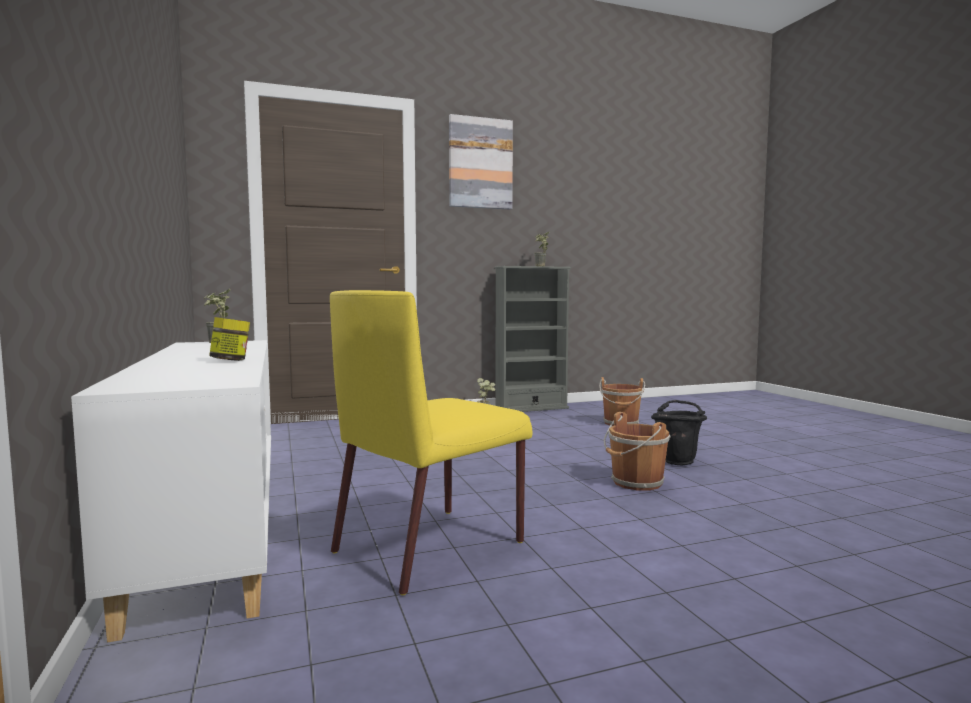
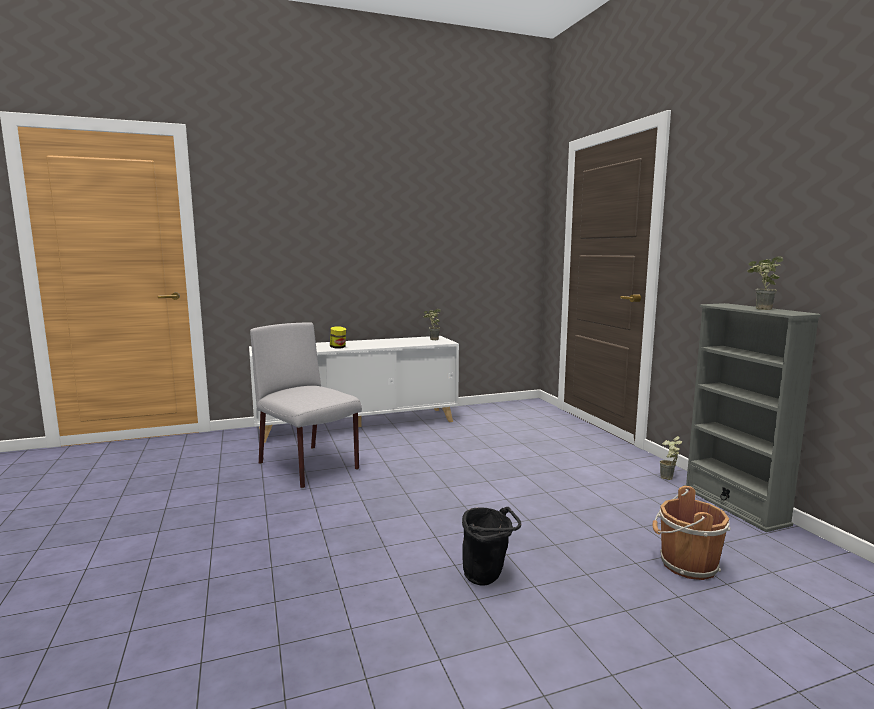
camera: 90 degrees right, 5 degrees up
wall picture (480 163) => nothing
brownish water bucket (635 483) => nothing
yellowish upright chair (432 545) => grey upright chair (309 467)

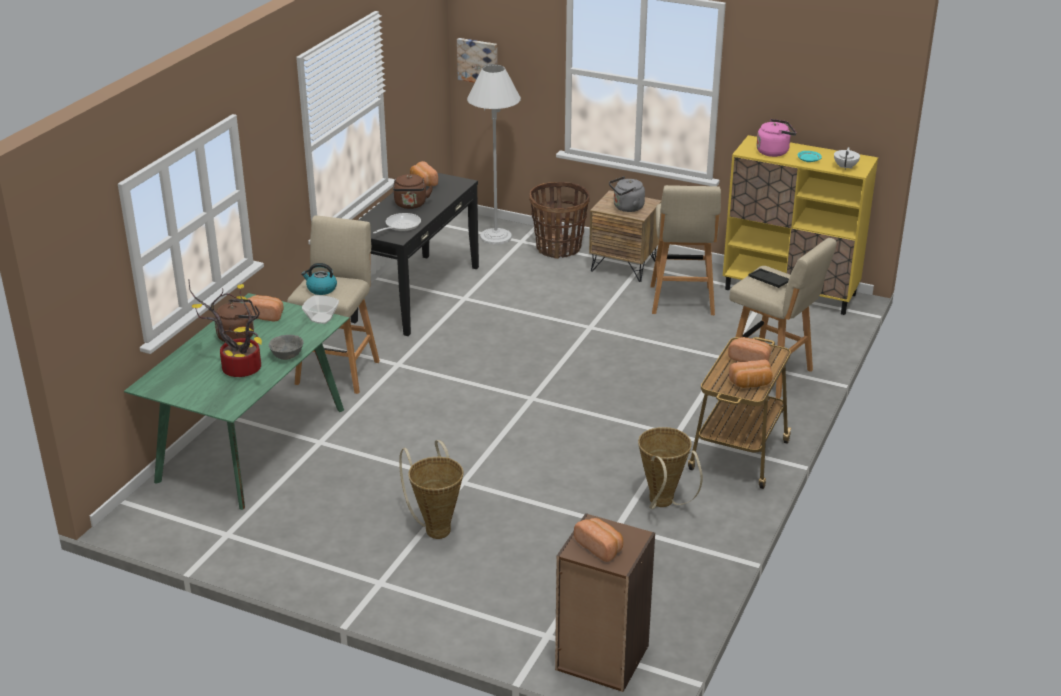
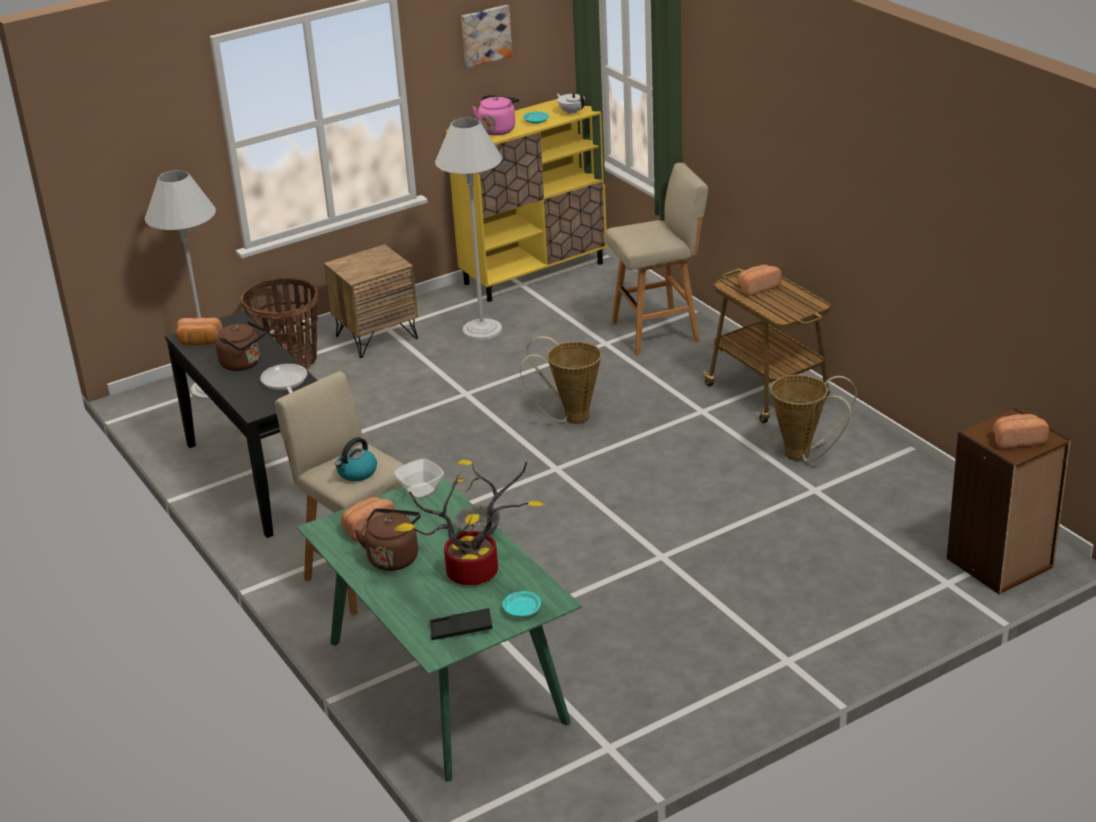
camera: 55 degrees left, 0 degrees up
grey water kettle (626 208) => nothing
baked bread (751 384) => nothing
nothing => blue-green plate (522 609)
household basket (436 527) => household basket (570 417), relocated
wall picture (478 61) => wall picture (485 35), relocated
black carrying tray (768 281) => black carrying tray (461 628), relocated
sand-coloured stool seat (682 302) => white-coloured floor lamp (482 330)

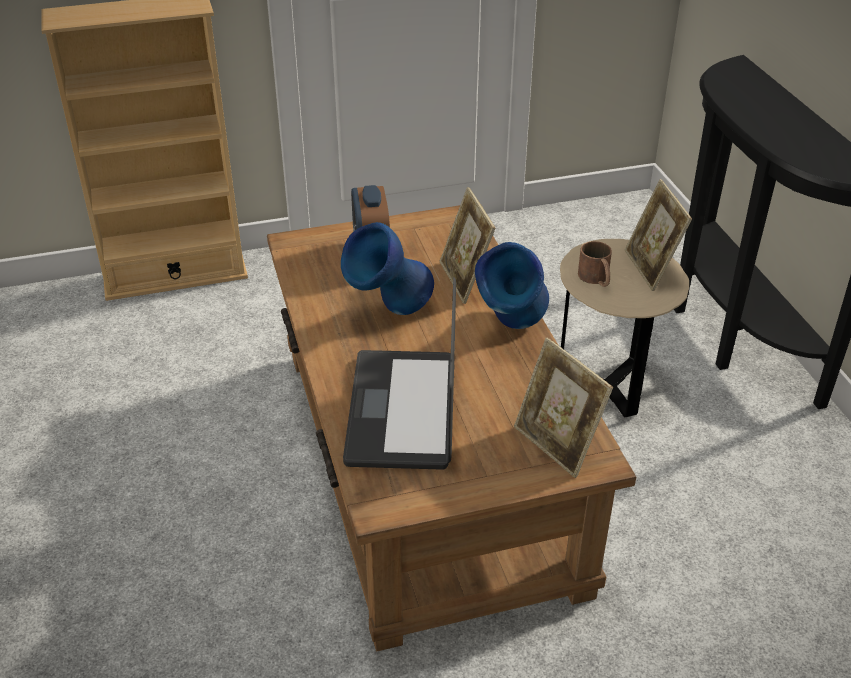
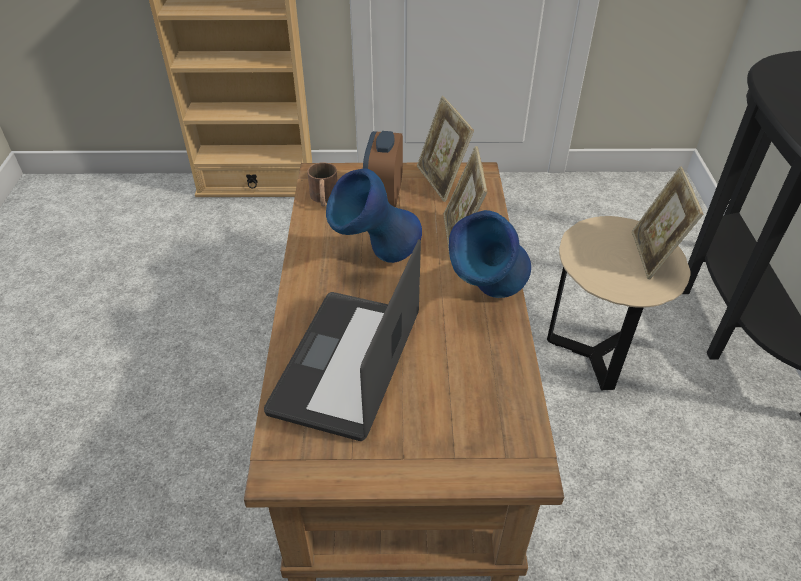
camera: 15 degrees right, 5 degrees up
photo frame (557 445) => photo frame (441 181), relocated
brownish coffee mug (596 279) => brownish coffee mug (324 198), relocated

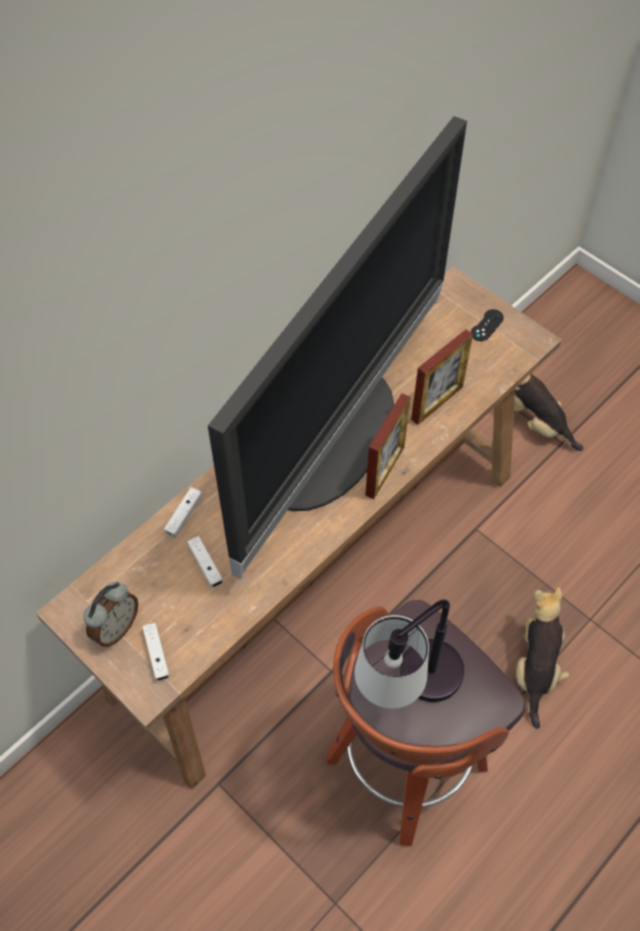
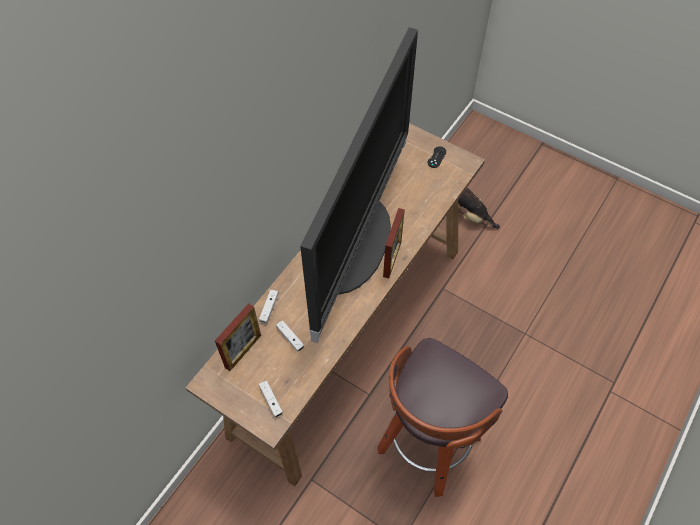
camera: 10 degrees left, 0 degrees up
alarm clock (116 628) => nothing
table lamp (409 692) => nothing
cuddly toy (536 667) => nothing
photo frame (437 403) => photo frame (243 351), relocated

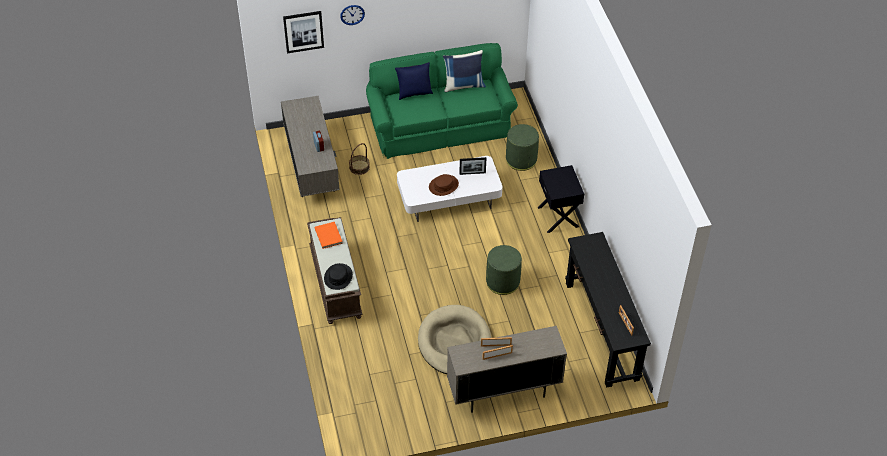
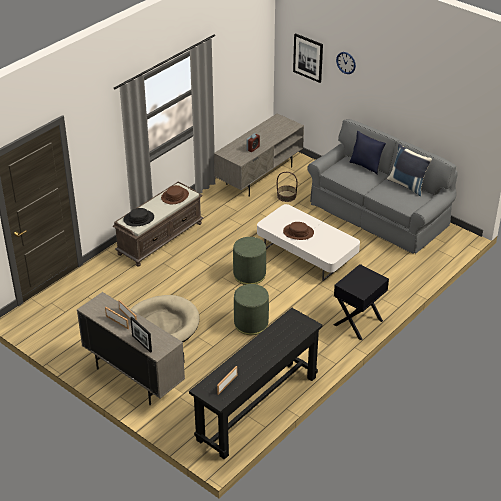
camera: 55 degrees right, 10 degrees down
photo frame (472 173) => photo frame (142 343), relocated
green footrest (521 159) => green footrest (249 275), relocated
orange-coloured volume (329 236) => brownish wearable hat (175 196)
green sofa (440 126) => grey sofa (378 214)

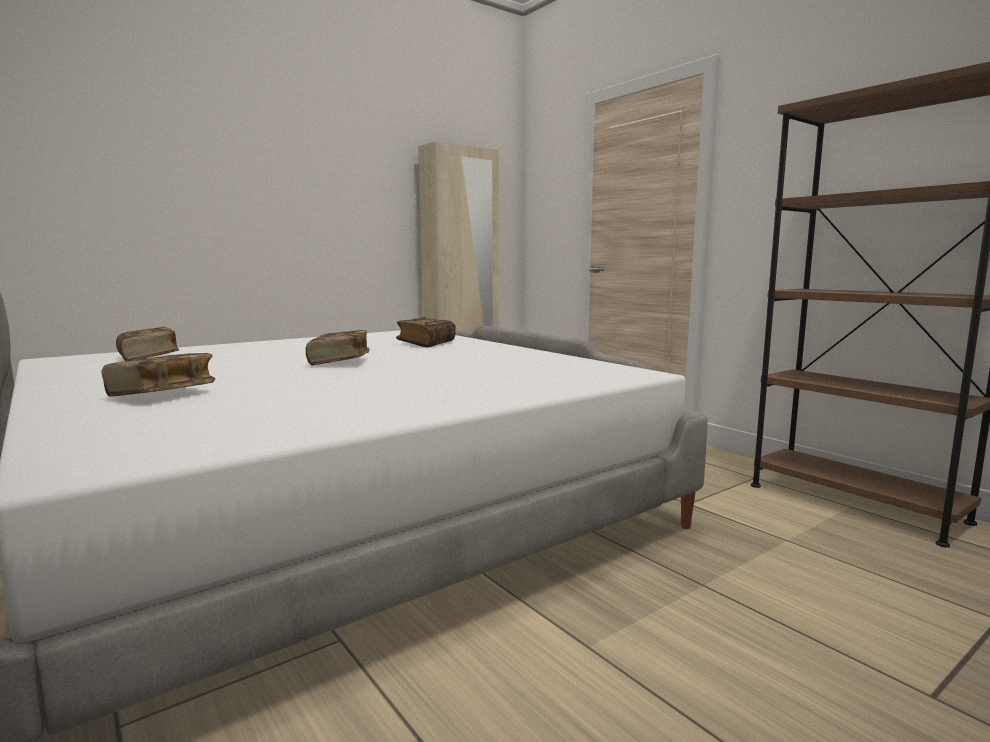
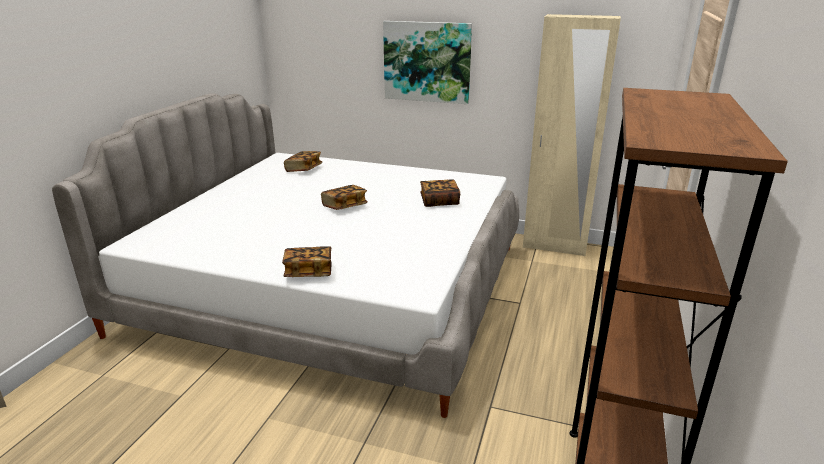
camera: 55 degrees right, 15 degrees up
nothing => wall picture (427 62)
volume (162 395) => volume (309 272), relocated

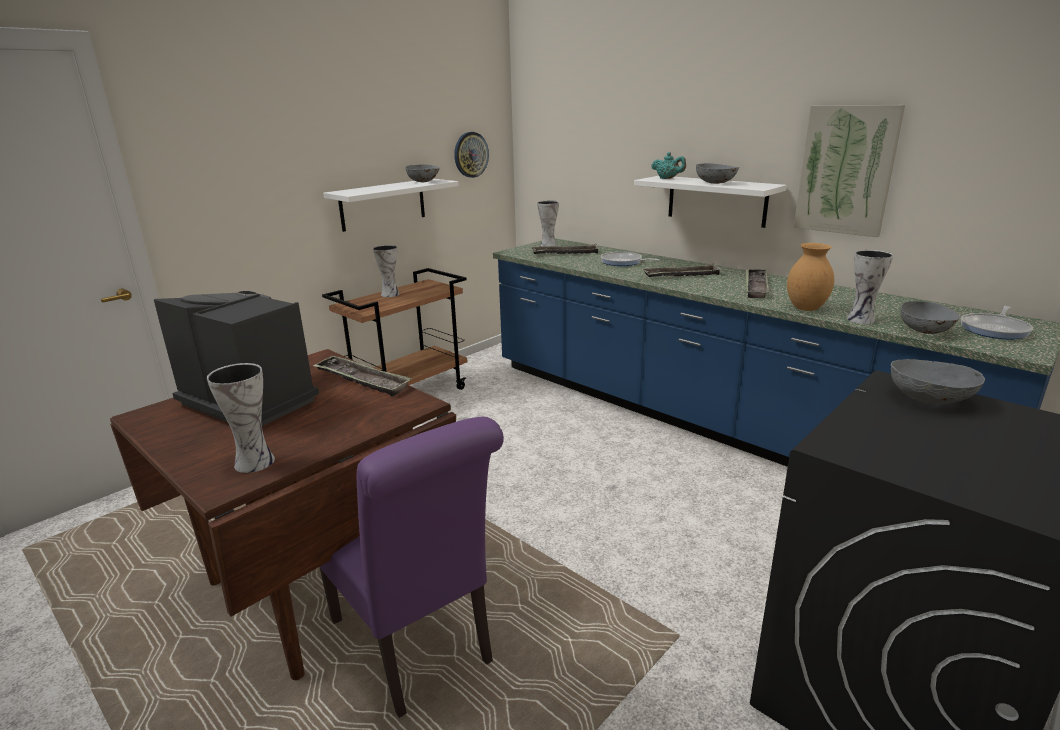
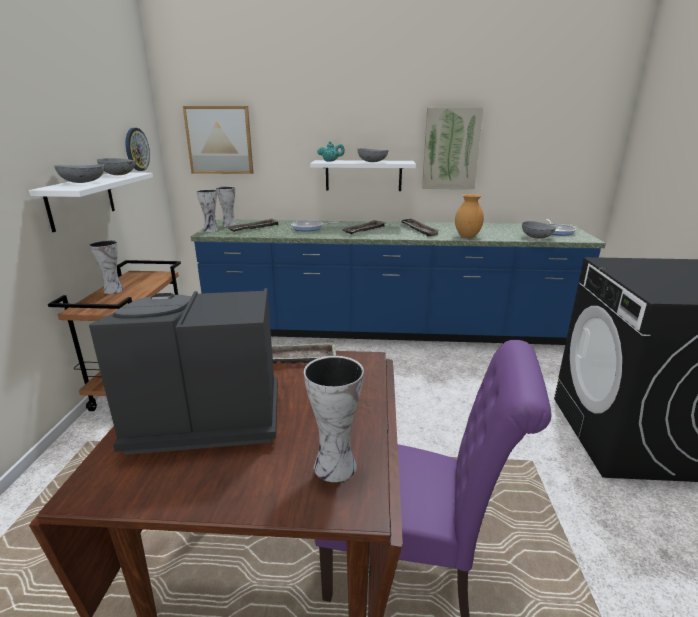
camera: 40 degrees left, 0 degrees up
nothing => wall picture (219 140)
decorative vase (862 320) => decorative vase (212 230), relocated
grey serving bowl (929 399) => grey serving bowl (83 182), relocated

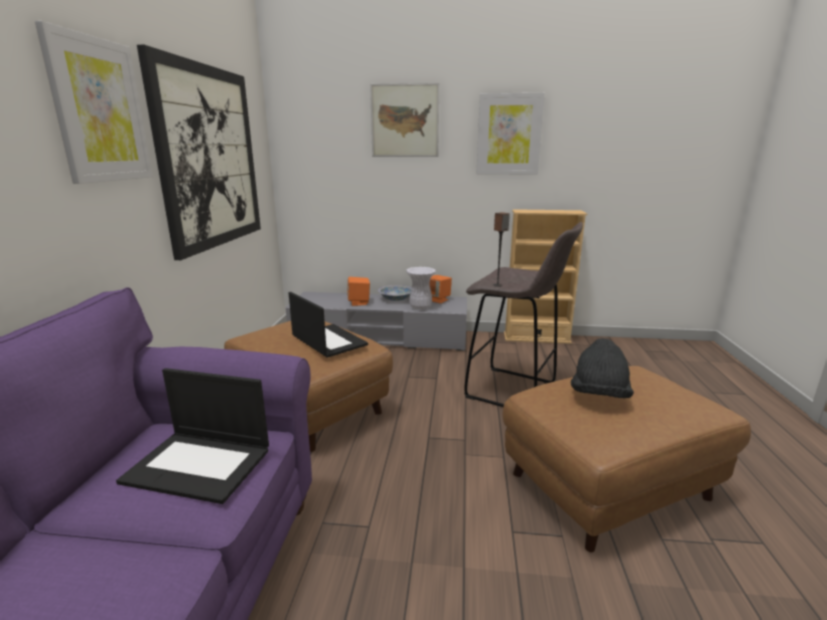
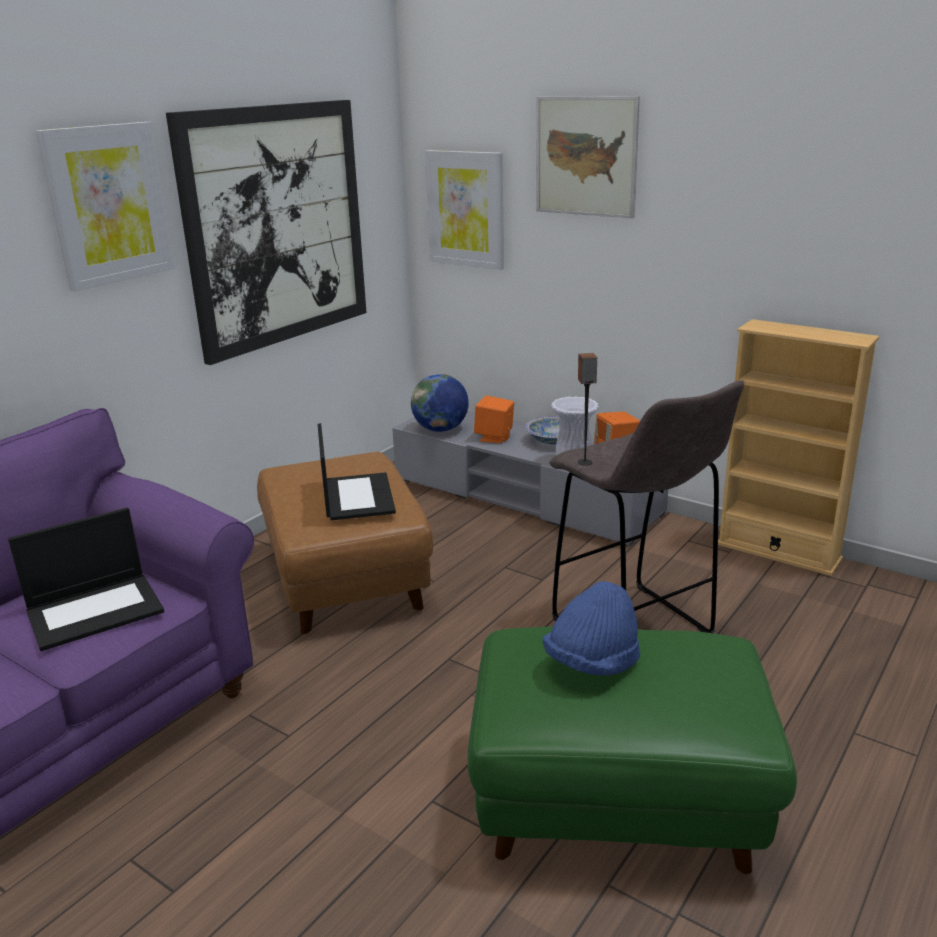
camera: 30 degrees right, 5 degrees up
nothing => world globe (440 429)
wall picture (509 134) => wall picture (465 209), relocated
brownish footrest (609 486) => green footrest (616 800)
black wearable hat (599 396) => blue wearable hat (592 663)
notebook computer (200 465) => notebook computer (96 610), 75 degrees counterclockwise

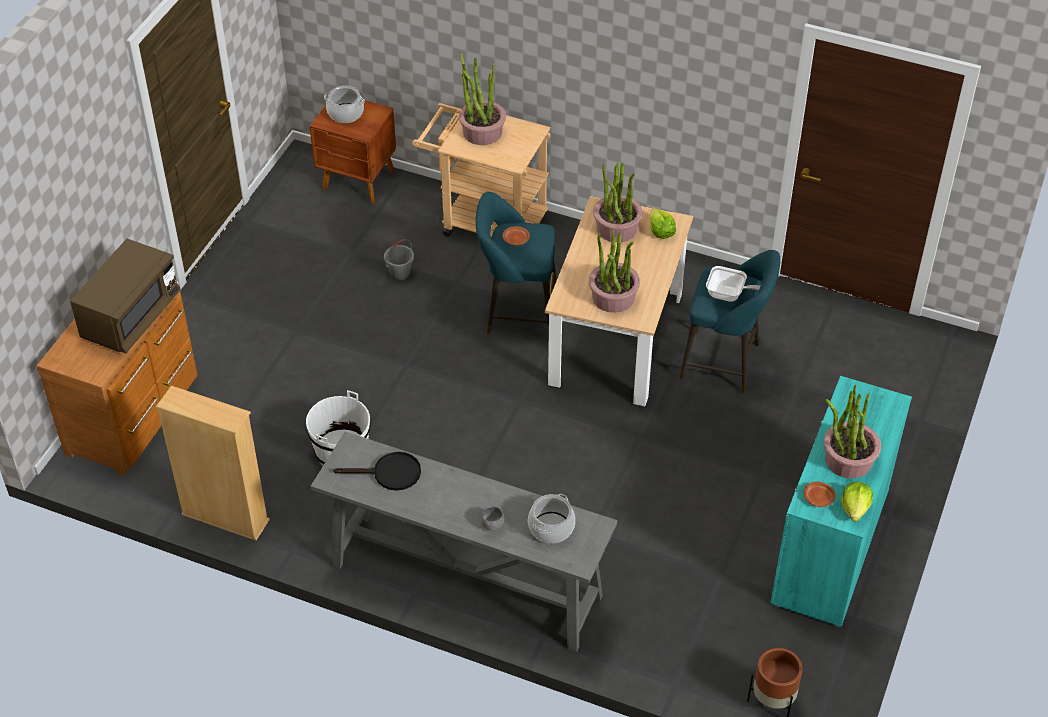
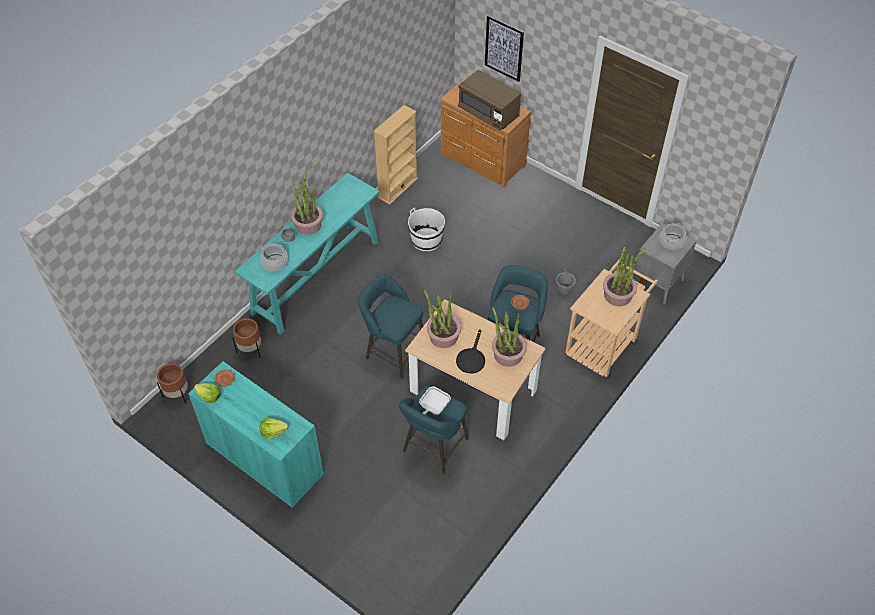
camera: 105 degrees right, 5 degrees up
nothing => brownish flower pot (251 349)
nothing => blue-green stool seat (393 351)
nothing => wall picture (504 48)
black skillet (390 474) => black skillet (471 358), relocated
lettuce (660 231) => lettuce (273 431), relocated
plant in a pot (848 460) => plant in a pot (308 224), relocated
brownish nightstand (359 181) => grey nightstand (657 283)
grey hall table (464 580) => blue-green hall table (317 276)

